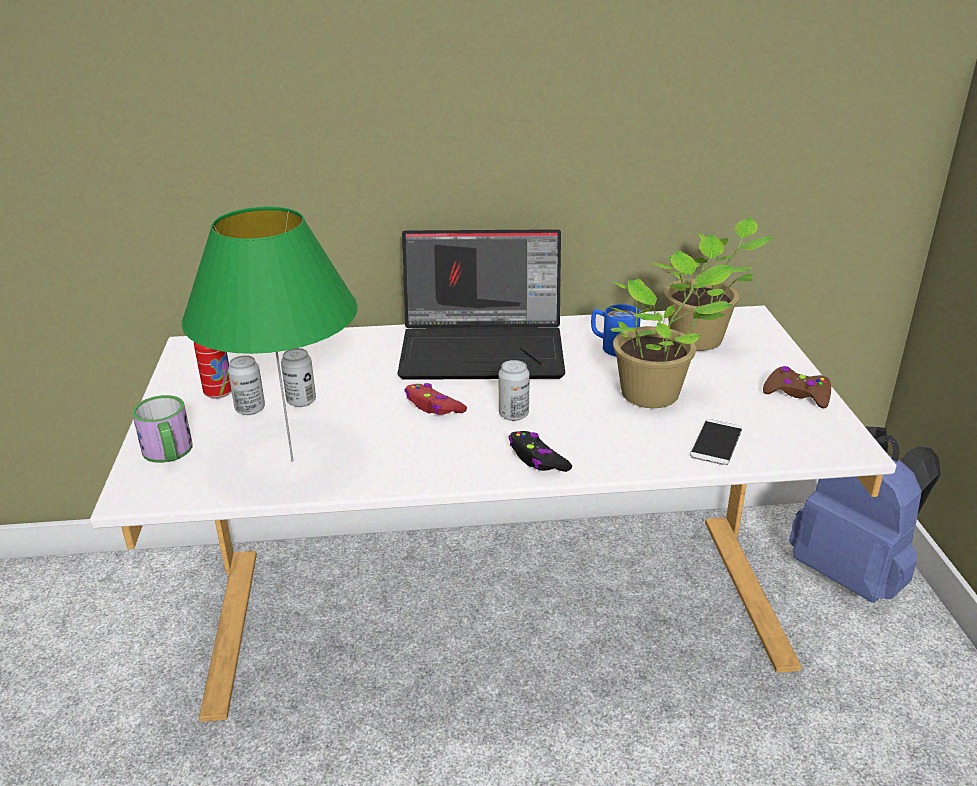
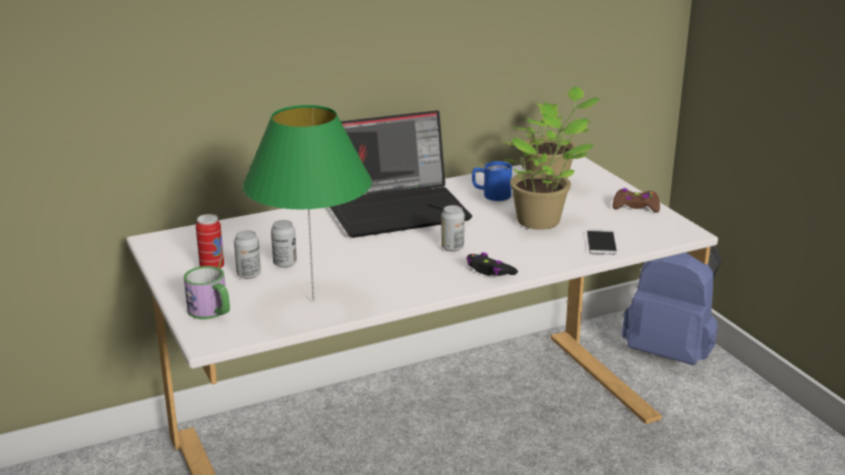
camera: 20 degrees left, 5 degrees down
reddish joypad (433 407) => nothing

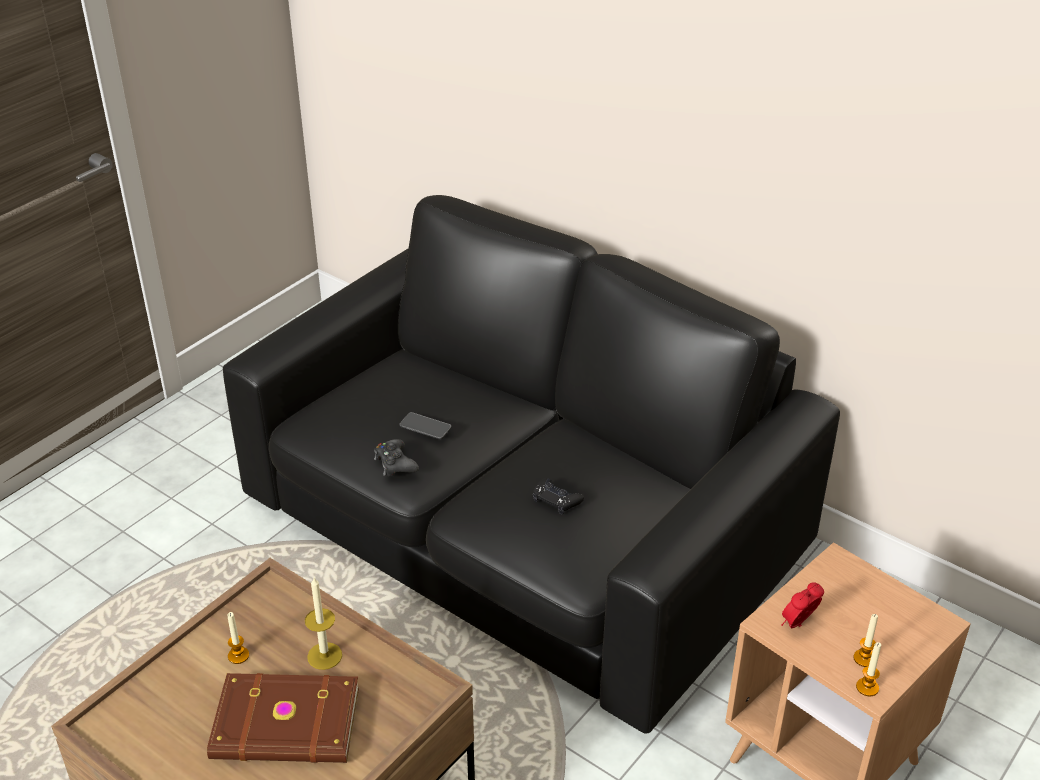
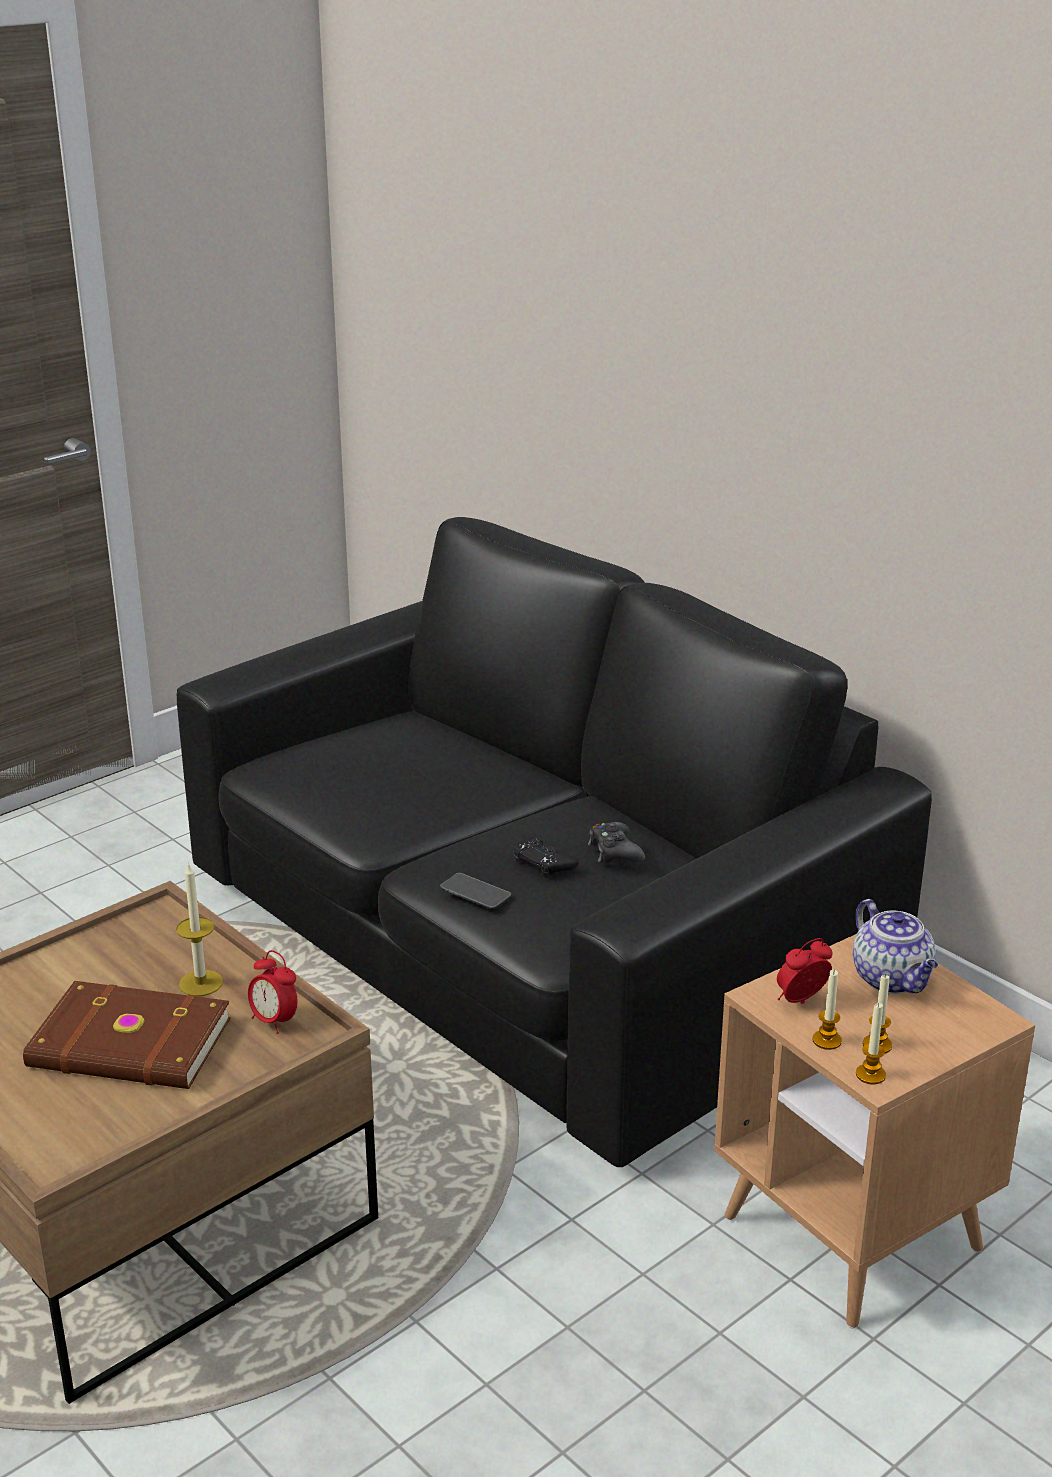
camera: 10 degrees right, 10 degrees down
nothing => alarm clock (274 1021)
nothing => teapot (893 980)
candle (238 656) => candle (827 1040), relocated
black joypad (395 463) => black joypad (614 851), relocated
handset (425 427) => handset (475 892), relocated

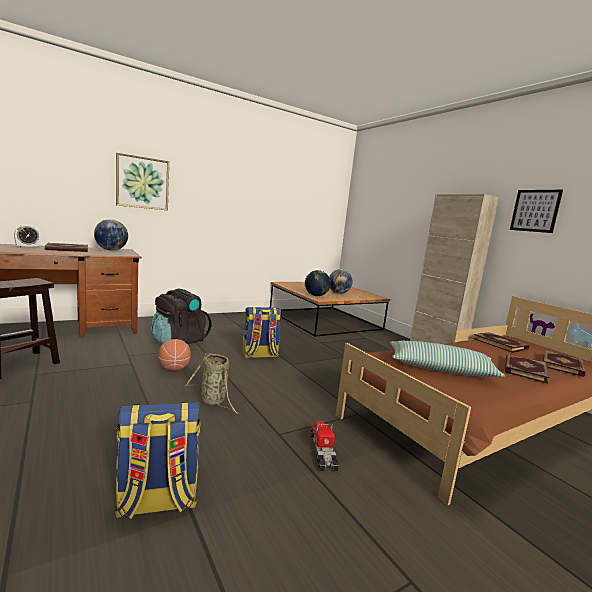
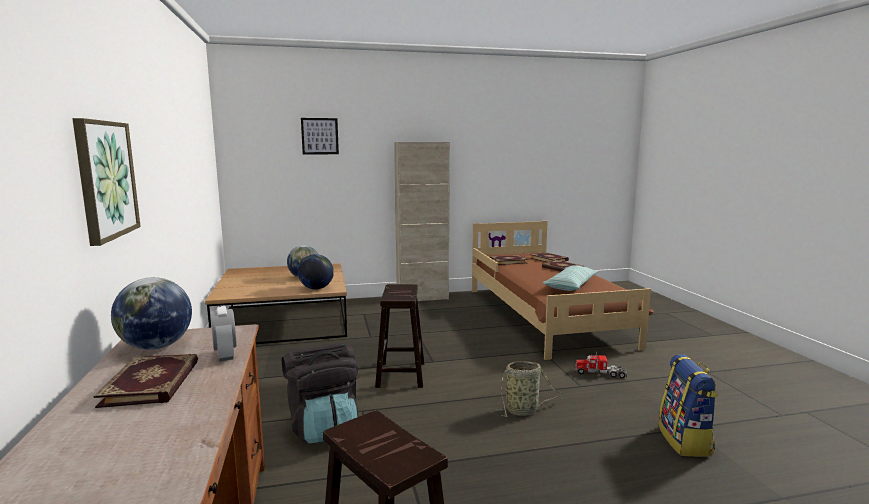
camera: 70 degrees left, 0 degrees up
ball for basketball (174 369) => nothing
alarm clock (27 247) => alarm clock (225 355), relocated
wall picture (535 210) => wall picture (320 136), relocated
backpack (259 355) => brownish stool seat (401 375)

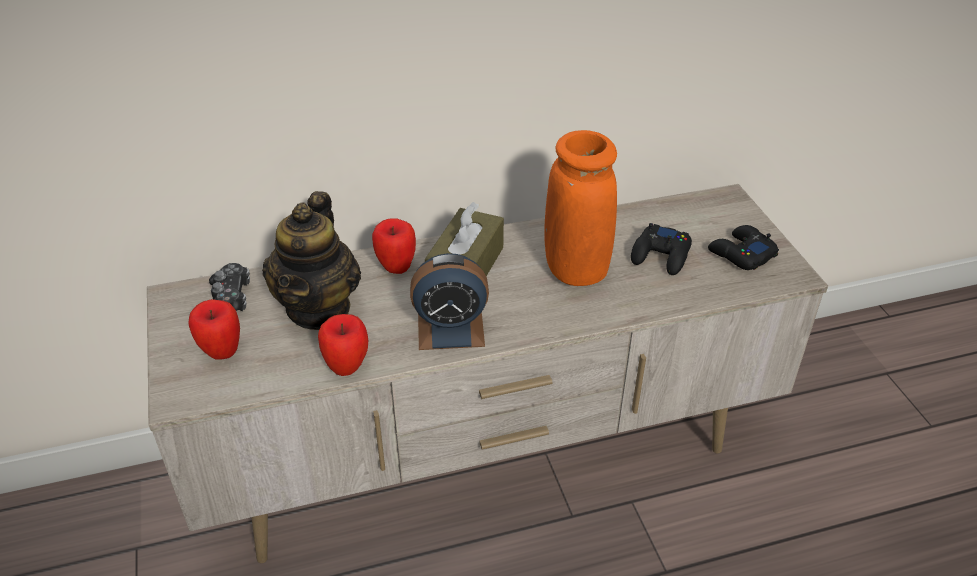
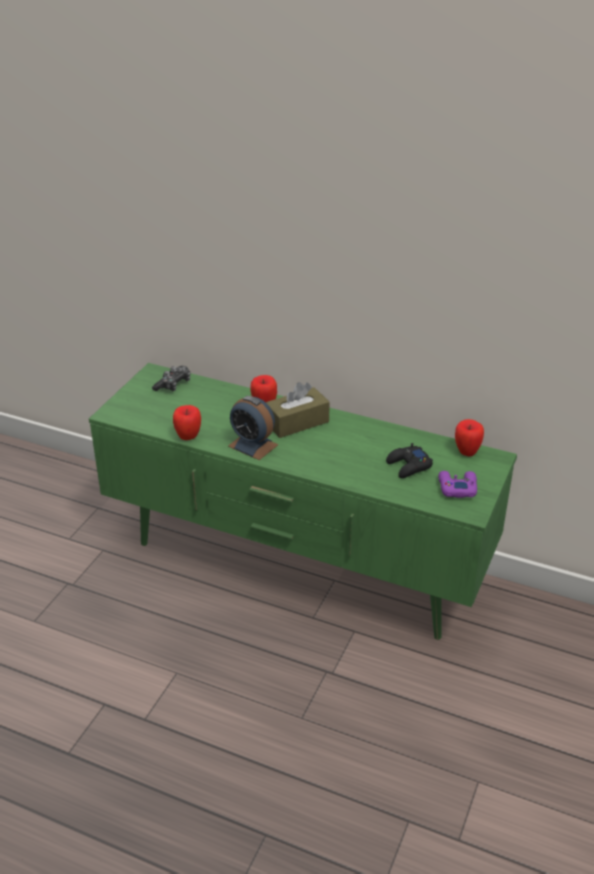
camera: 40 degrees right, 5 degrees down
teapot (319 308) => nothing
orange-coloured decorative vase (576 270) => nothing
apple fruit (222 352) => apple fruit (466 452), relocated
sand-coloured tv unit (488 464) => green tv unit (297 567)
black joypad (741 254) => purple-coloured joypad (457 487)

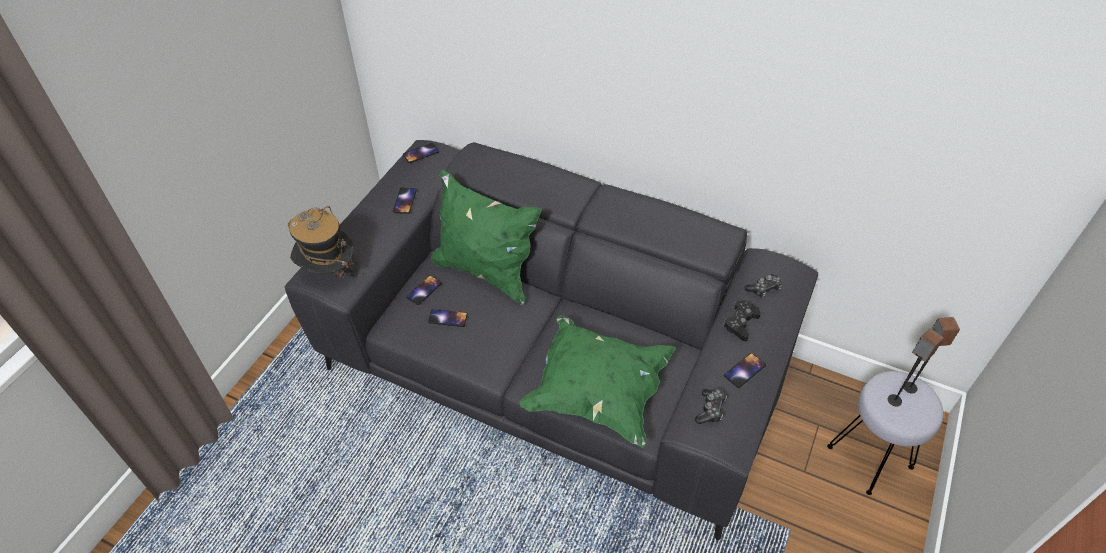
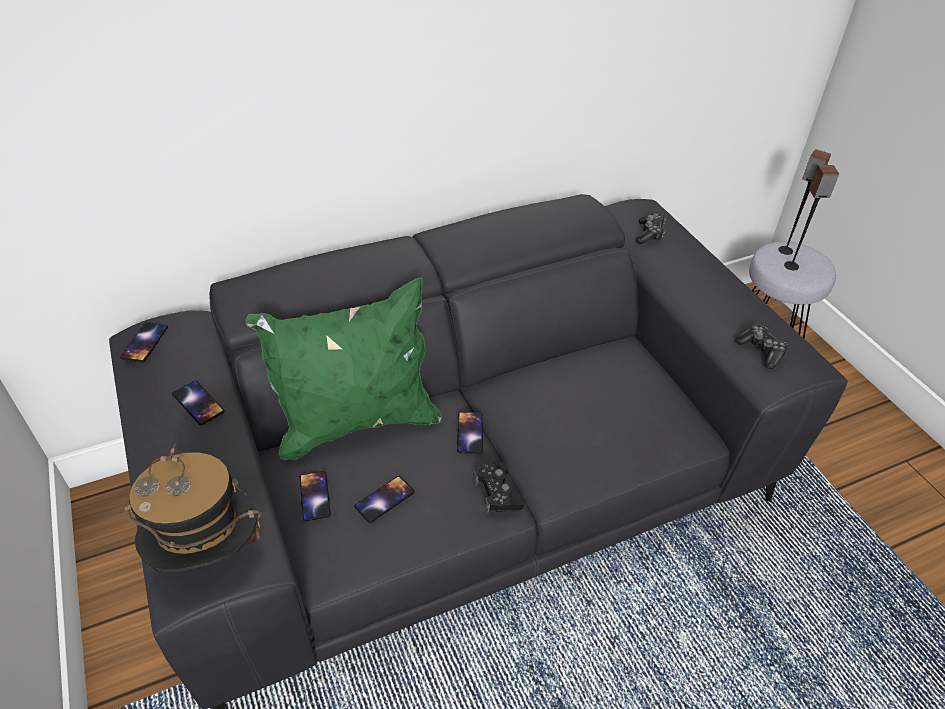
camera: 50 degrees left, 5 degrees down
green pillow (597 392) => nothing
black joypad (740 323) => black joypad (497 492), relocated
handset (744 370) => handset (470 433), relocated

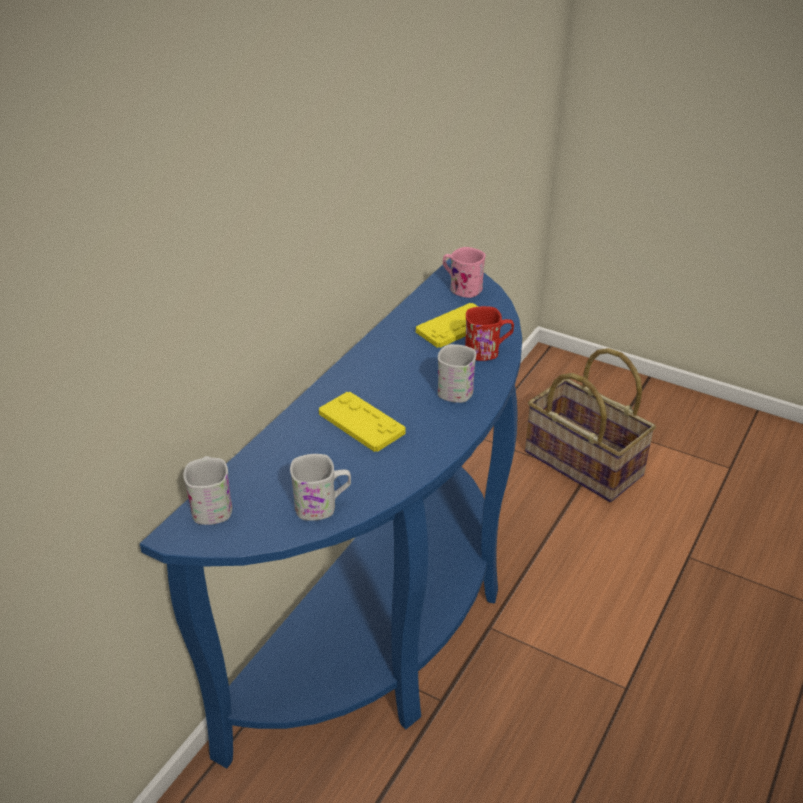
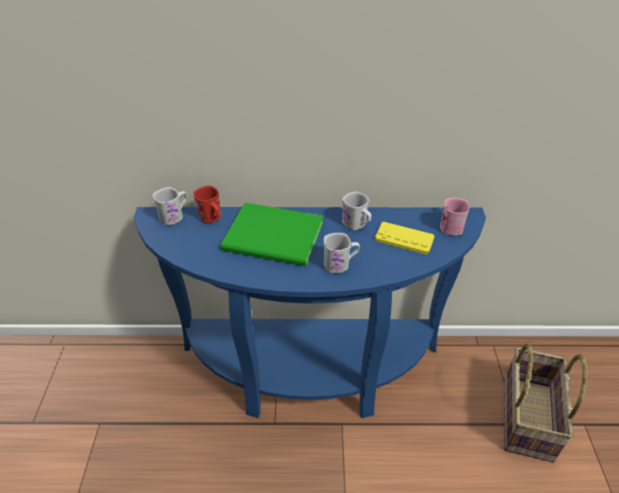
camera: 60 degrees right, 5 degrees up
white-coloured coffee mug (322 506) => white-coloured coffee mug (357 224), relocated
reddish coffee mug (488 351) => reddish coffee mug (211 218), relocated
yellowish joypad (361 423) => green volume (275 238)

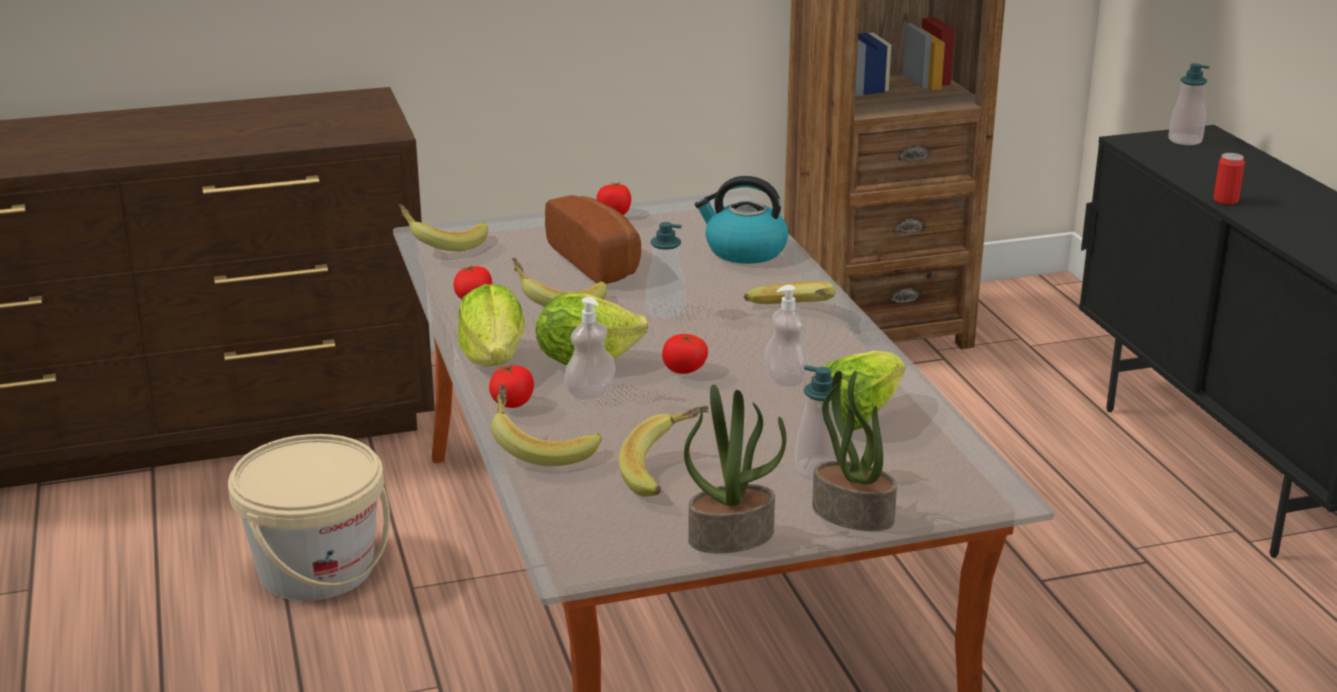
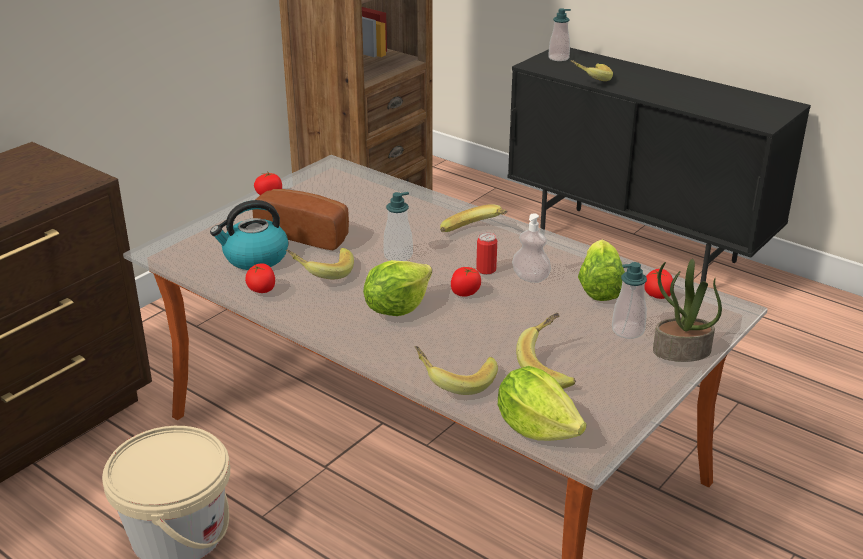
camera: 35 degrees left, 5 degrees up
soap dispenser (590 393) => nothing
plant in a pot (731 536) => nothing
whole banana (443 244) => whole banana (589 80), relocated
lettuce (494 357) => lettuce (536 428), relocated
tomato (512 403) => tomato (657 295), relocated
water kettle (744 251) => water kettle (254 258), relocated
sealed can (1225 200) => sealed can (486 269), relocated

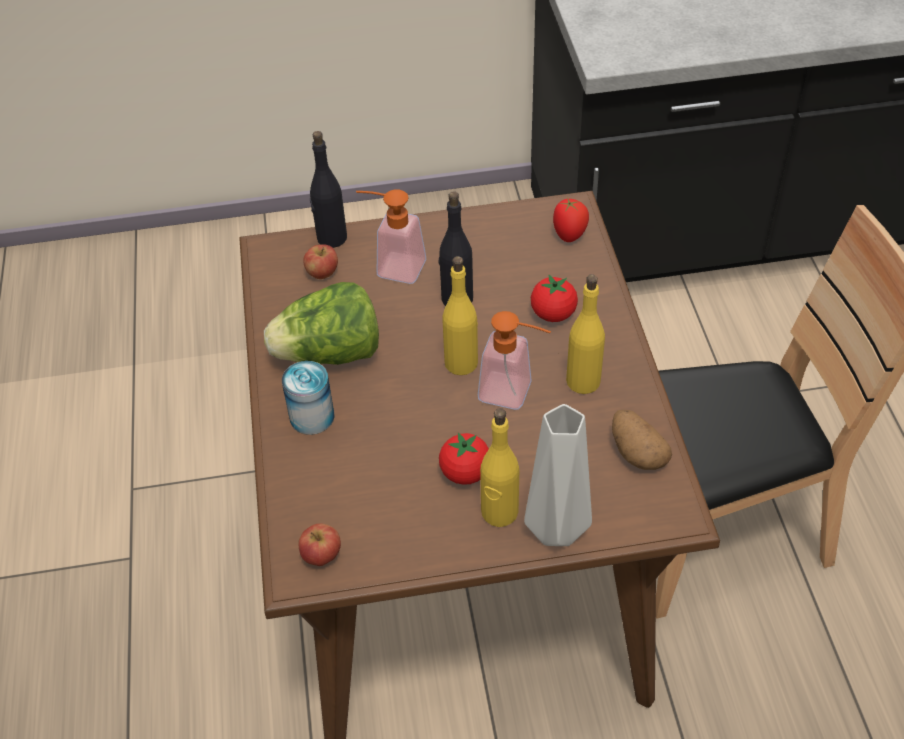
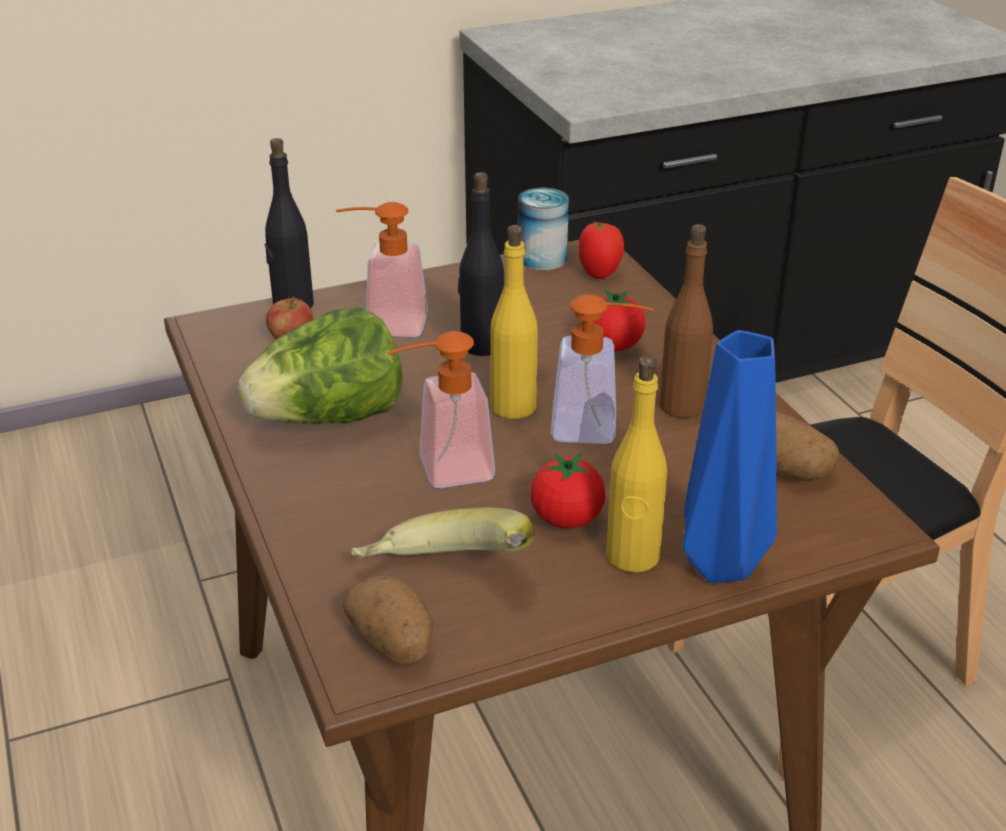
camera: 15 degrees left, 15 degrees down
nothing => whole banana (443 579)
nothing => soap dispenser (442 470)
sealed can (312 416) => sealed can (542 258), relocated
apple fruit (322 555) => potato (393 644)
grey decorative vase (559 531) => blue decorative vase (725 565)
yellowish bottle (583 381) => brownish bottle (682 405)

